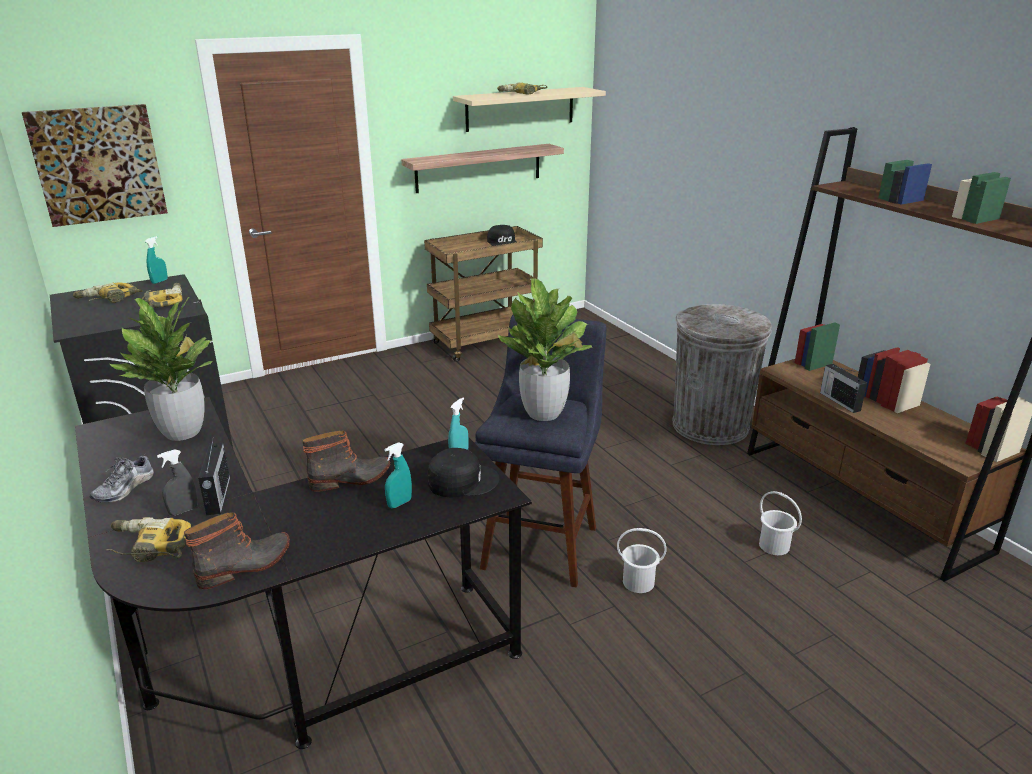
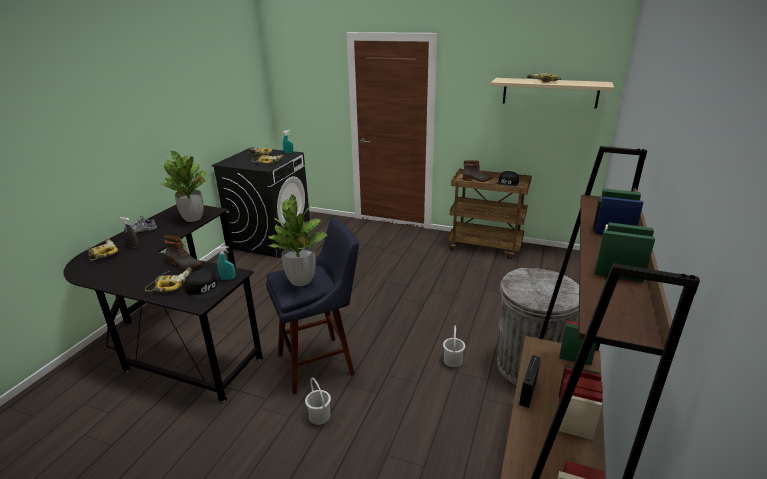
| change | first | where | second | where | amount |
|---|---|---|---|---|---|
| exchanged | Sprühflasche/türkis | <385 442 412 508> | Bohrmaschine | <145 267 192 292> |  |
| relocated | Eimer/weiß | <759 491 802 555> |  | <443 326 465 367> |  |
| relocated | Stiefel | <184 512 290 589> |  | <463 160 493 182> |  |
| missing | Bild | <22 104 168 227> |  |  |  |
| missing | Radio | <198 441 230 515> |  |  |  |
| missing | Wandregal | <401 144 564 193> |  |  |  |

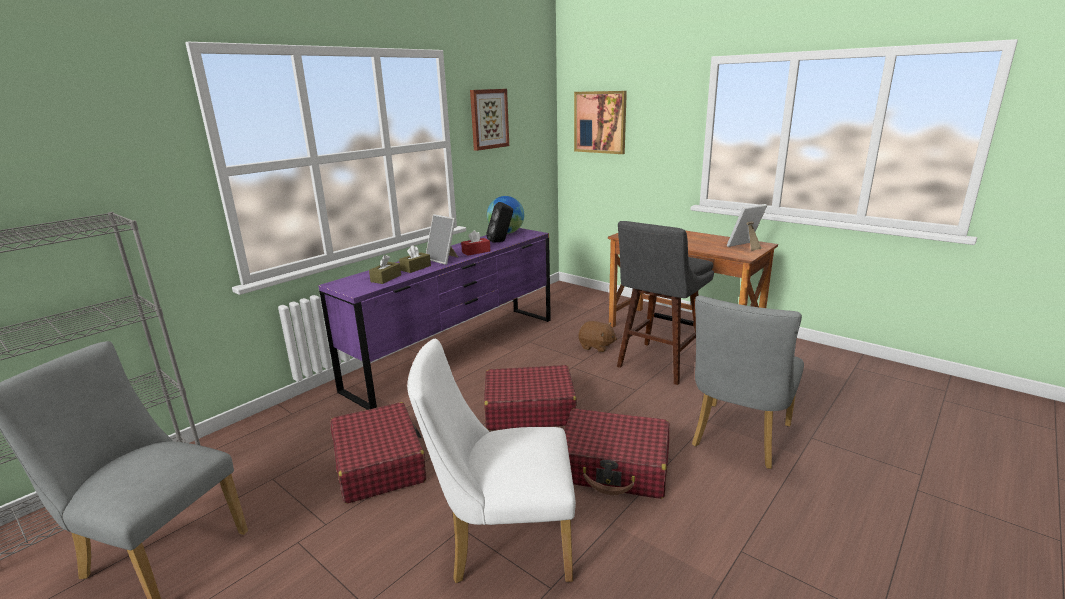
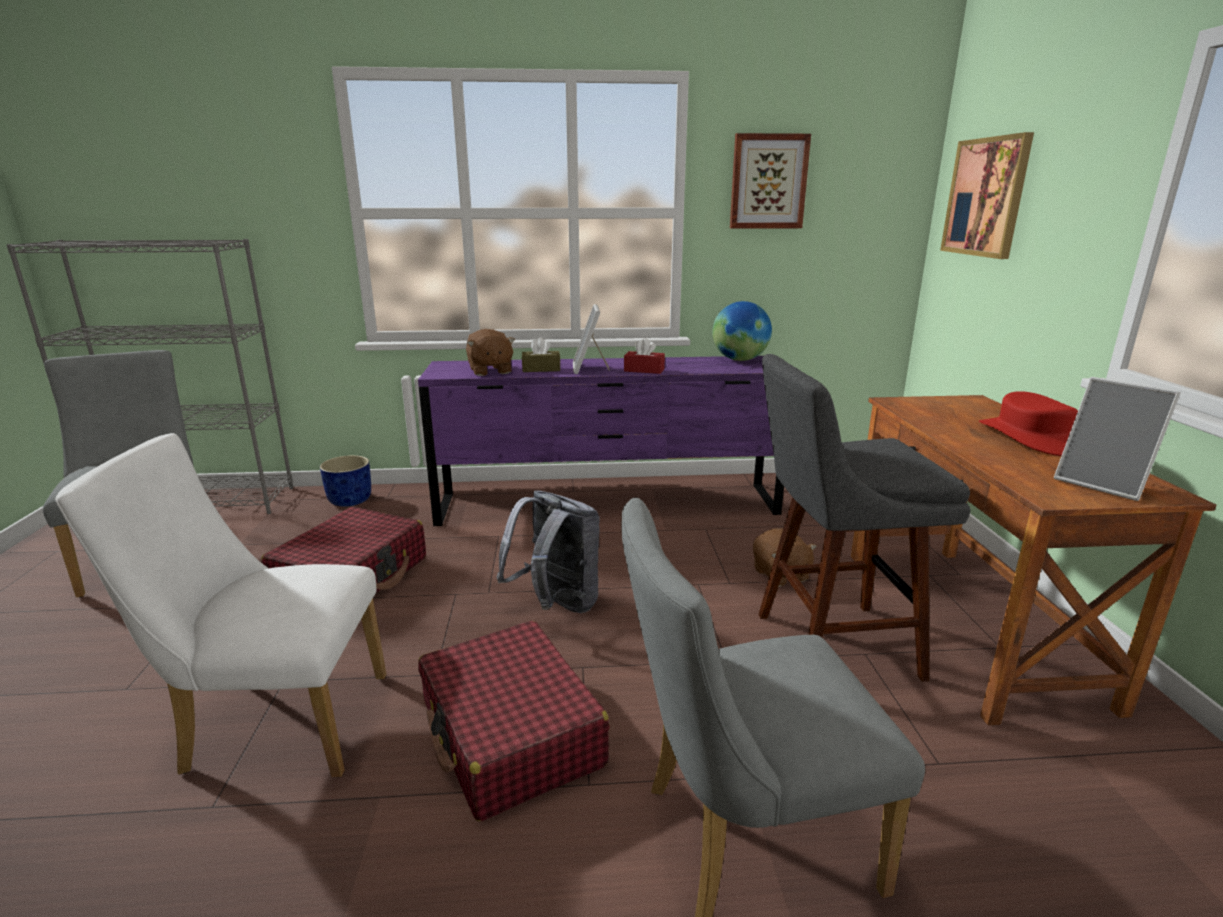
| change | first | where | second | where | amount |
|---|---|---|---|---|---|
| spun | Stuhl/weiß | <407 339 576 583> |  | <55 433 386 777> | 45 degrees counterclockwise |
| appeared |  |  | Pflanzkübel/blau | <320 455 371 507> |  |
| exchanged | Taschentuchbox/braun | <369 255 401 284> | Plüschtier/braun | <466 329 515 376> |  |
| exchanged | Koffer/rot | <484 365 577 430> | Rucksack/grau | <496 490 600 613> |  |
| appeared |  |  | Hut/rot | <979 391 1078 456> |  |
| spun | Bilderrahmen | <727 204 767 251> |  | <1054 377 1181 501> | 150 degrees counterclockwise |
| missing | Lautsprecher/schwarz | <486 202 513 243> |  |  |  |

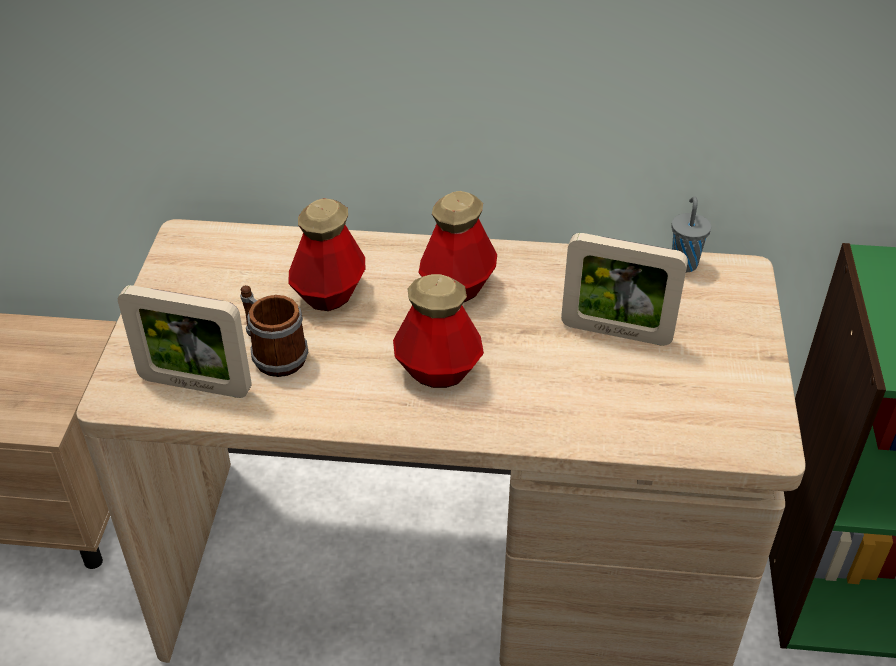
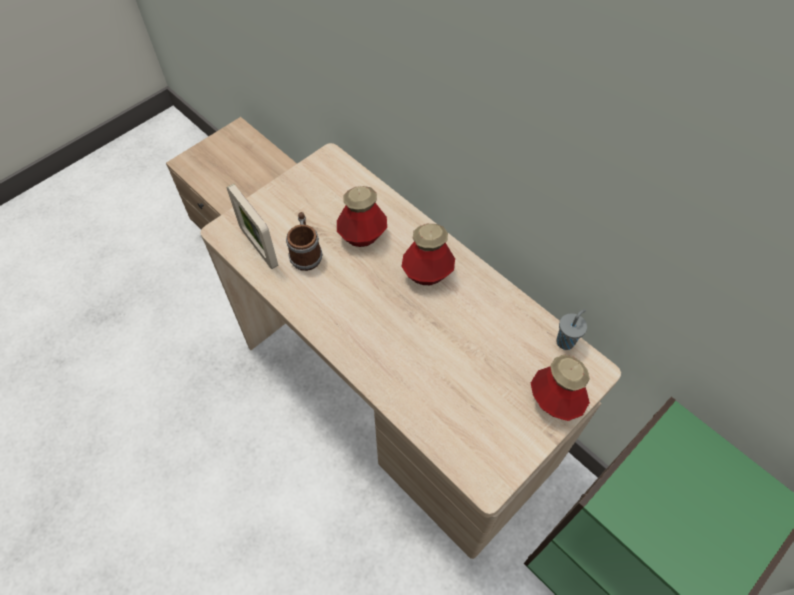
| change | first | where | second | where | amount |
|---|---|---|---|---|---|
| relocated | Flasche | <393 274 484 388> |  | <531 354 590 421> |  |
| missing | Bilderrahmen | <561 233 688 346> |  |  |  |

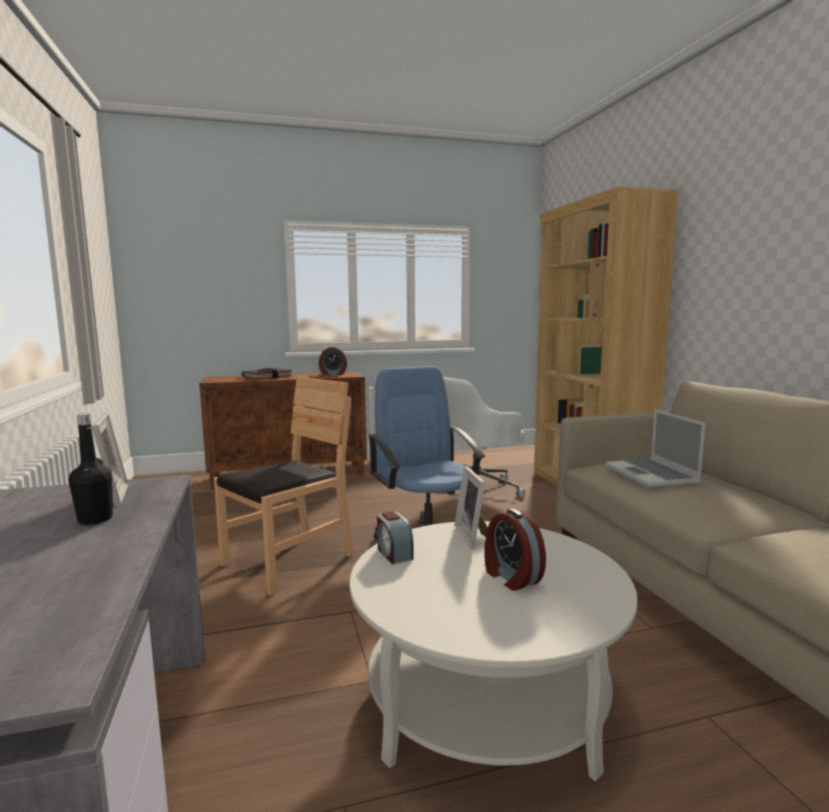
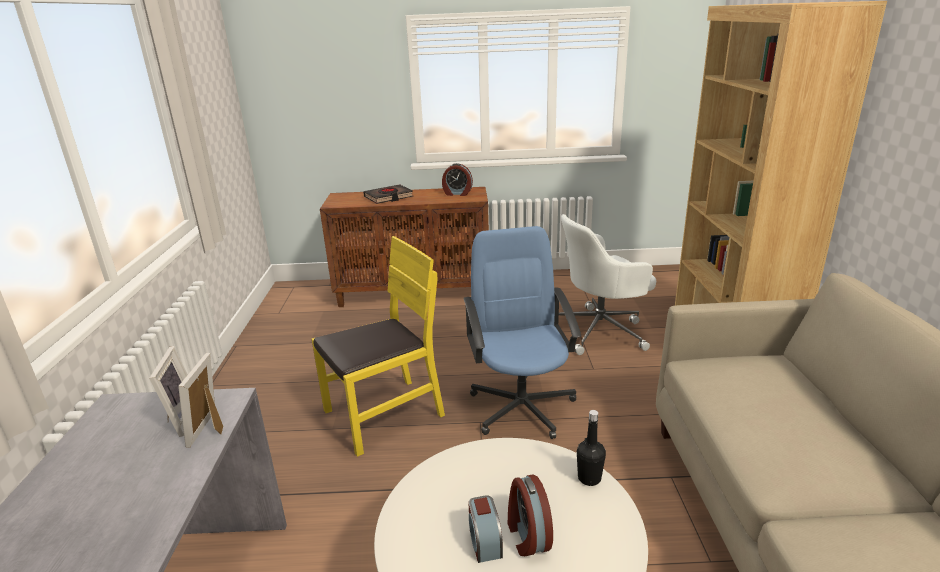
| change | first | where | second | where | amount |
|---|---|---|---|---|---|
| relocated | Bilderrahmen | <454 466 488 548> |  | <178 353 223 448> |  |
| colour | Stuhl/braun | <214 376 354 596> | Stuhl/gelb | <312 236 445 457> |  |
| relocated | Wecker | <377 511 414 564> |  | <468 495 503 563> |  |
| relocated | Flasche/schwarz | <69 413 113 525> |  | <577 410 606 486> |  |
| missing | Laptop | <606 409 705 488> |  |  |  |

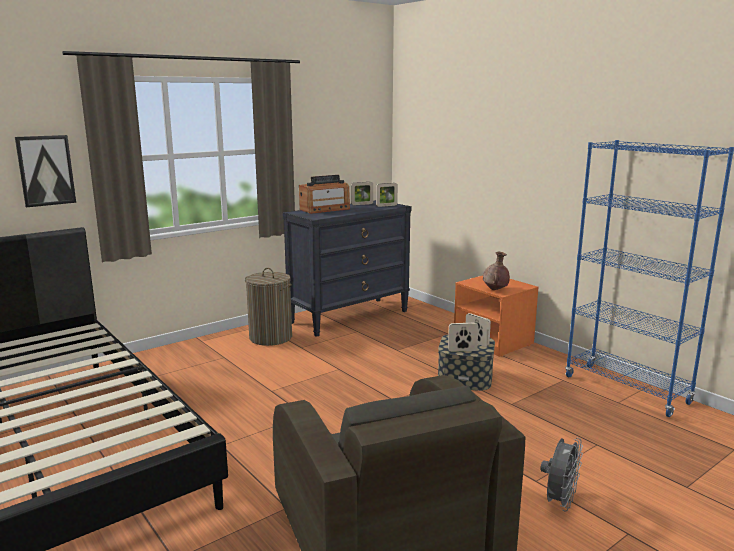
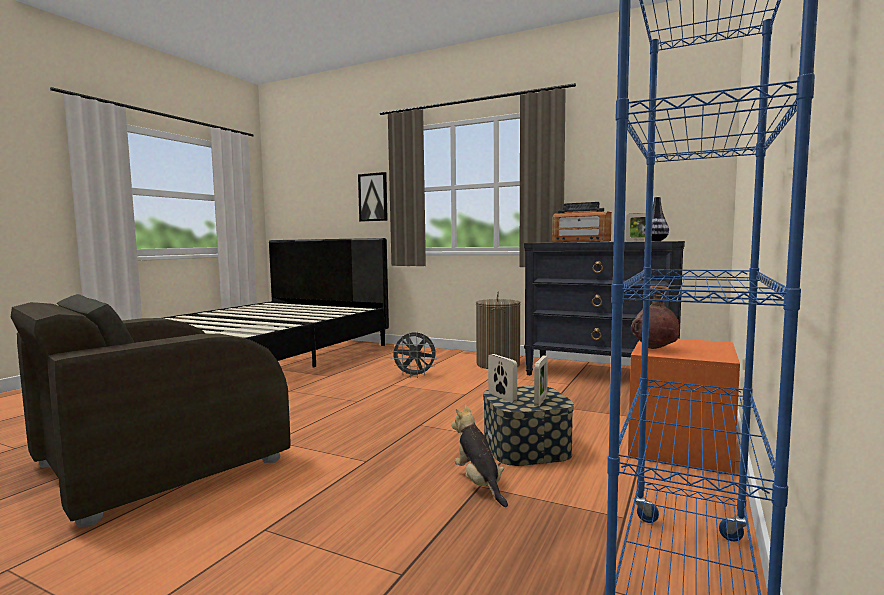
| change | first | where | second | where | amount |
|---|---|---|---|---|---|
| relocated | Ventilator/grau | <540 437 583 511> |  | <391 331 437 378> |  |
| appeared |  |  | Plüschtier | <451 405 508 507> |  |
| exchanged | Bilderrahmen | <376 183 398 207> | Vase | <644 197 669 241> |  |

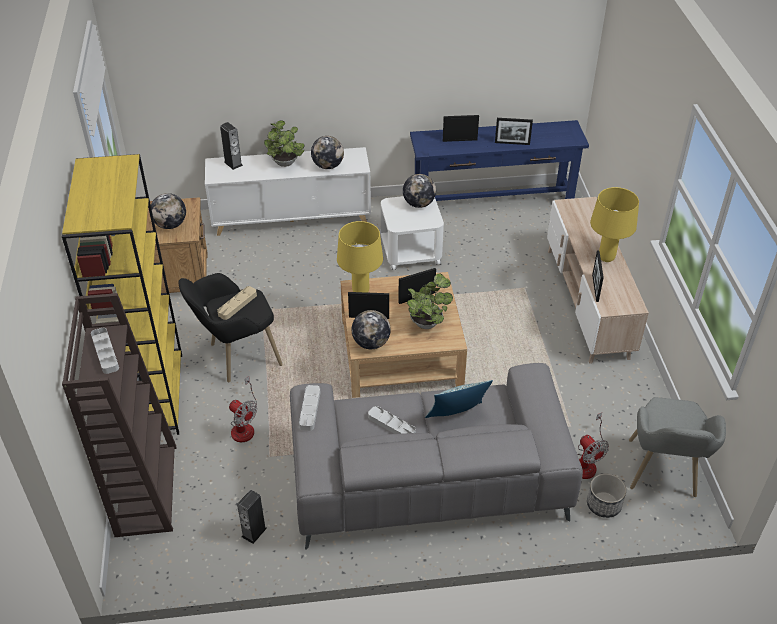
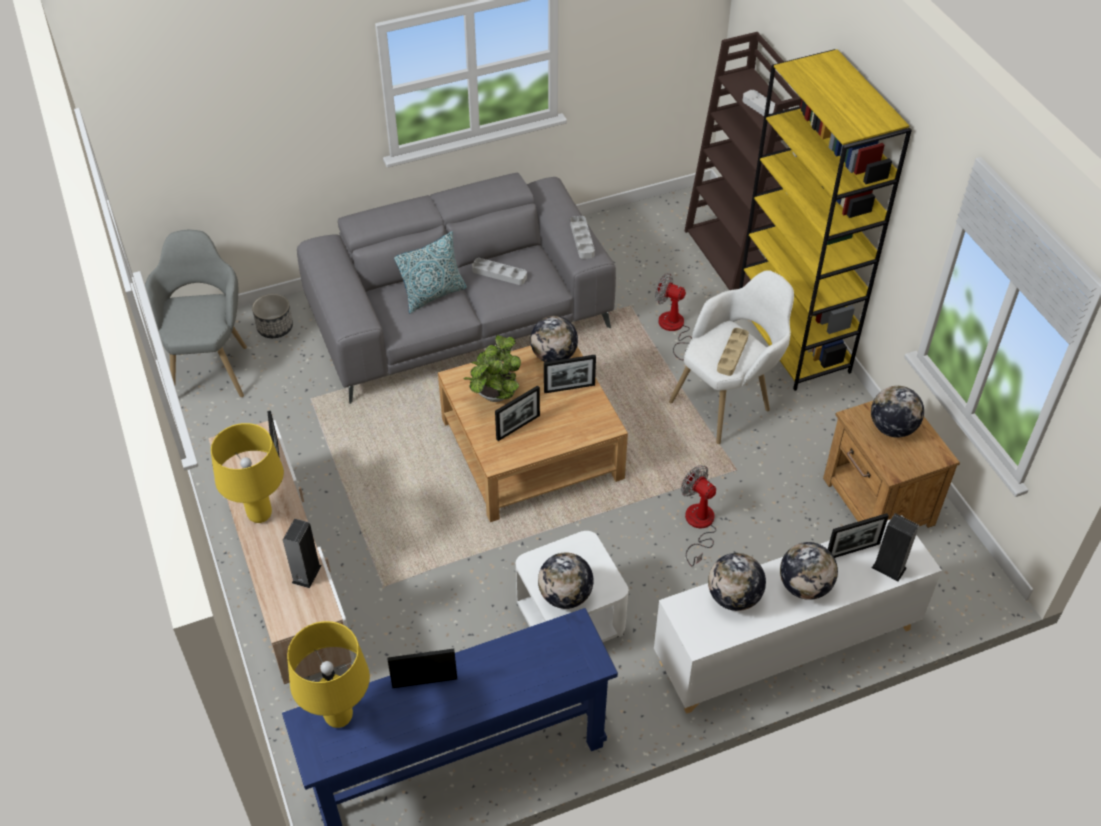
| change | first | where | second | where | amount |
|---|---|---|---|---|---|
| relocated | Lautsprecher | <237 490 267 544> |  | <283 519 322 588> |  |
| relocated | Tischlampe/gelb | <337 221 383 293> |  | <287 621 370 728> |  |
| colour | Sessel/schwarz | <178 273 283 382> | Sessel/weiß | <669 270 794 444> |  |
| relocated | Ventilator | <577 412 609 479> |  | <681 465 717 566> |  |
| exchanged | Topfpflanze | <264 121 305 167> | Globus | <780 542 838 600> |  |
| relocated | Bilderrahmen | <443 115 479 142> |  | <828 513 889 558> |  |

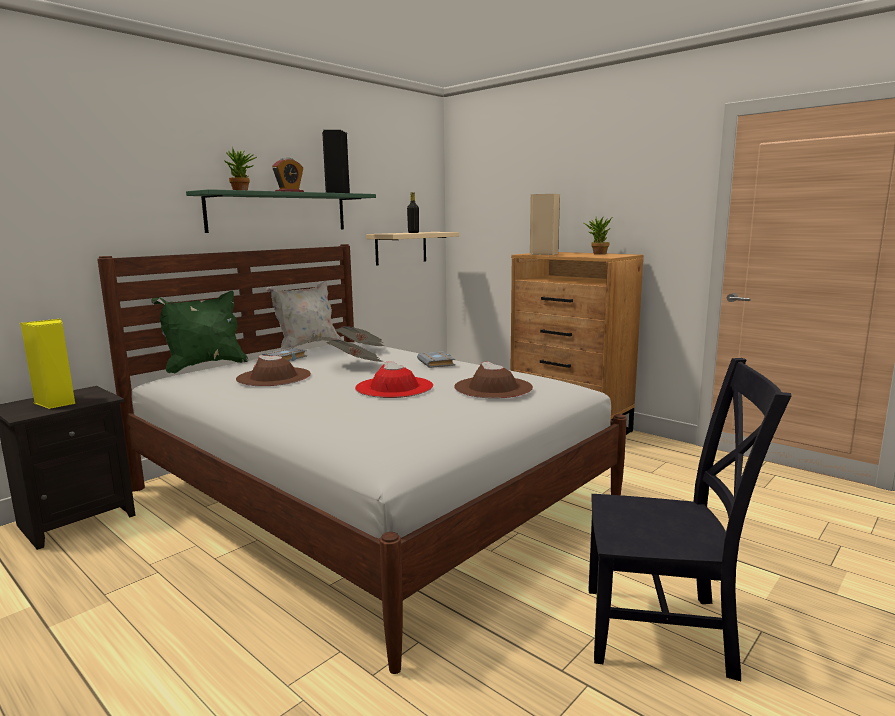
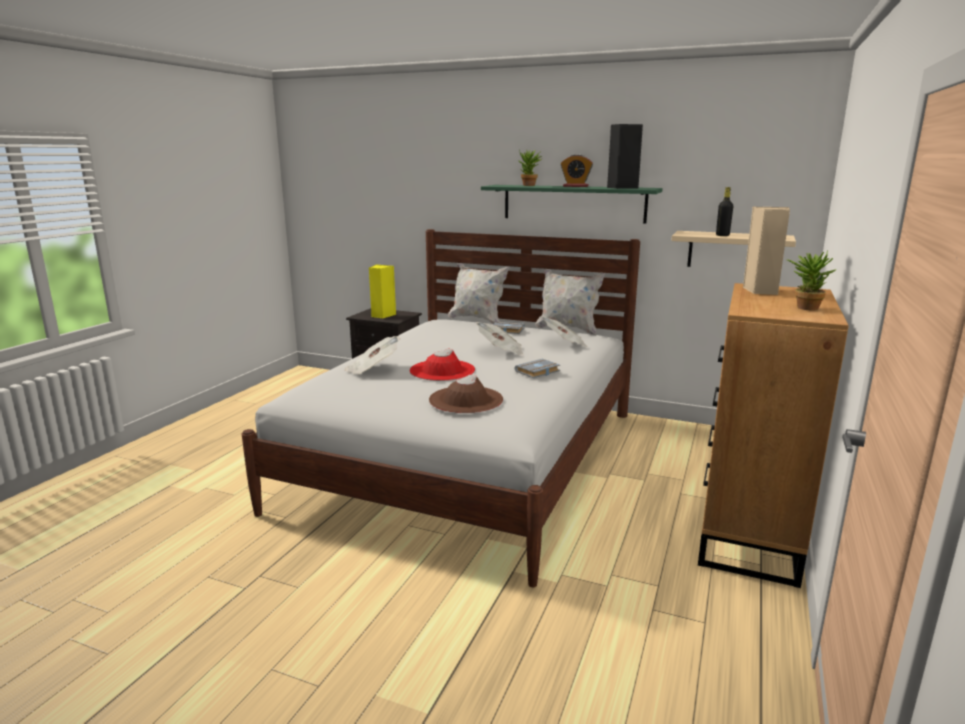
| change | first | where | second | where | amount |
|---|---|---|---|---|---|
| appeared |  |  | Zeitung | <345 336 400 375> |  |
| colour | Kissen/grün | <152 291 248 373> | Kissen/weiß | <448 263 509 324> |  |
| missing | Hut/braun | <236 355 311 386> |  |  |  |
| missing | Stuhl/schwarz | <589 358 792 681> |  |  |  |

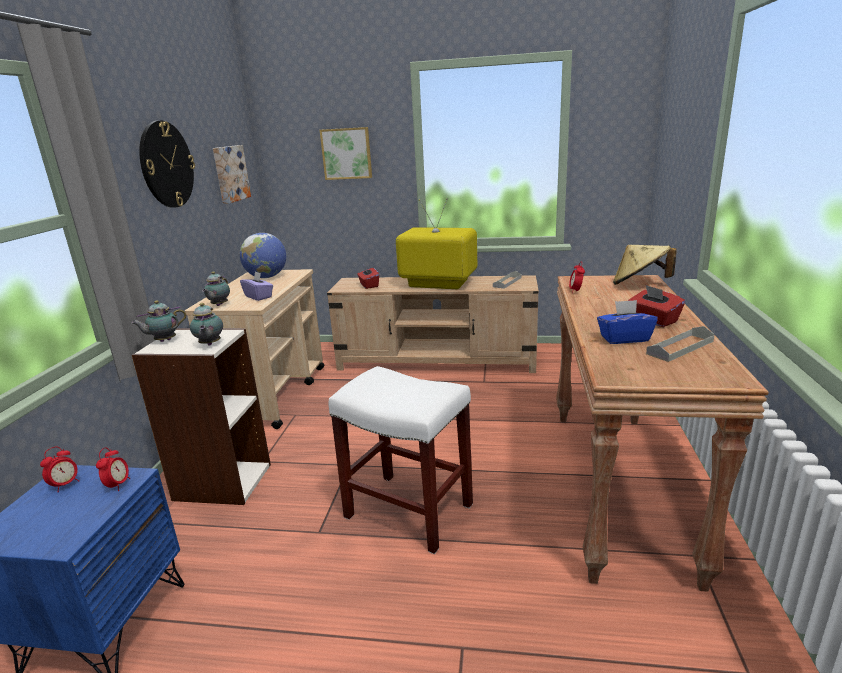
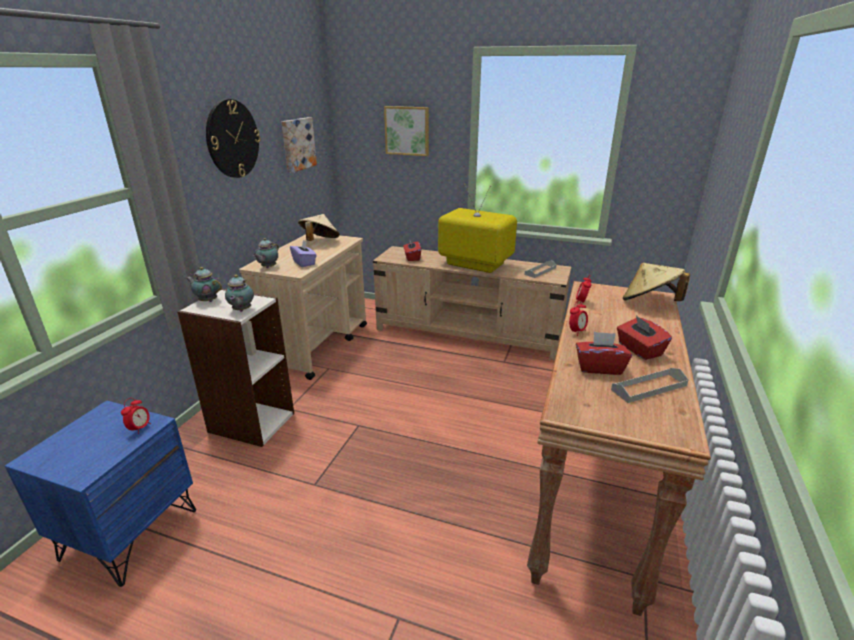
| change | first | where | second | where | amount |
|---|---|---|---|---|---|
| spun | Teekanne | <131 300 186 342> |  | <186 267 222 302> | 45 degrees clockwise |
| exchanged | Globus | <239 233 286 278> | Hut/beige | <298 214 340 241> |  |
| relocated | Wecker | <40 447 79 492> |  | <569 300 588 336> |  |
| colour | Taschentuchbox/blau | <597 300 658 344> | Taschentuchbox/rot | <576 332 632 375> |  |
| missing | Hocker/weiß | <329 366 473 554> |  |  |  |

